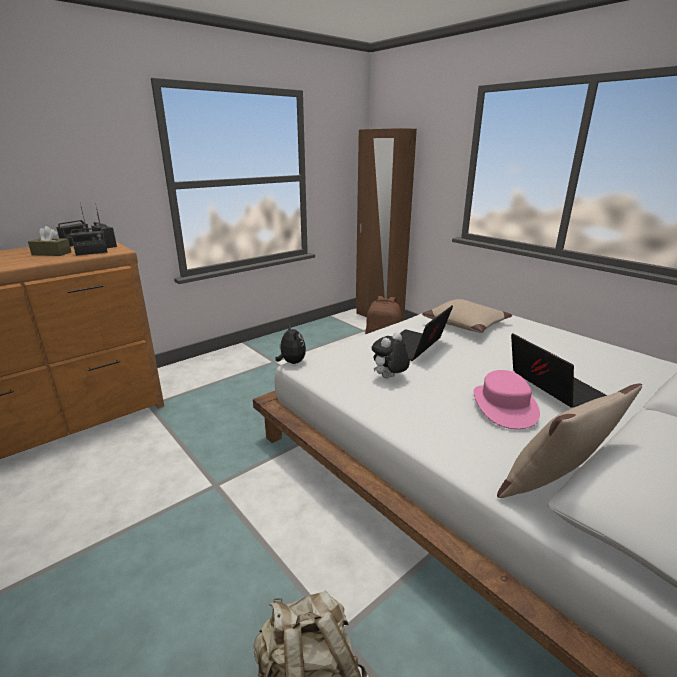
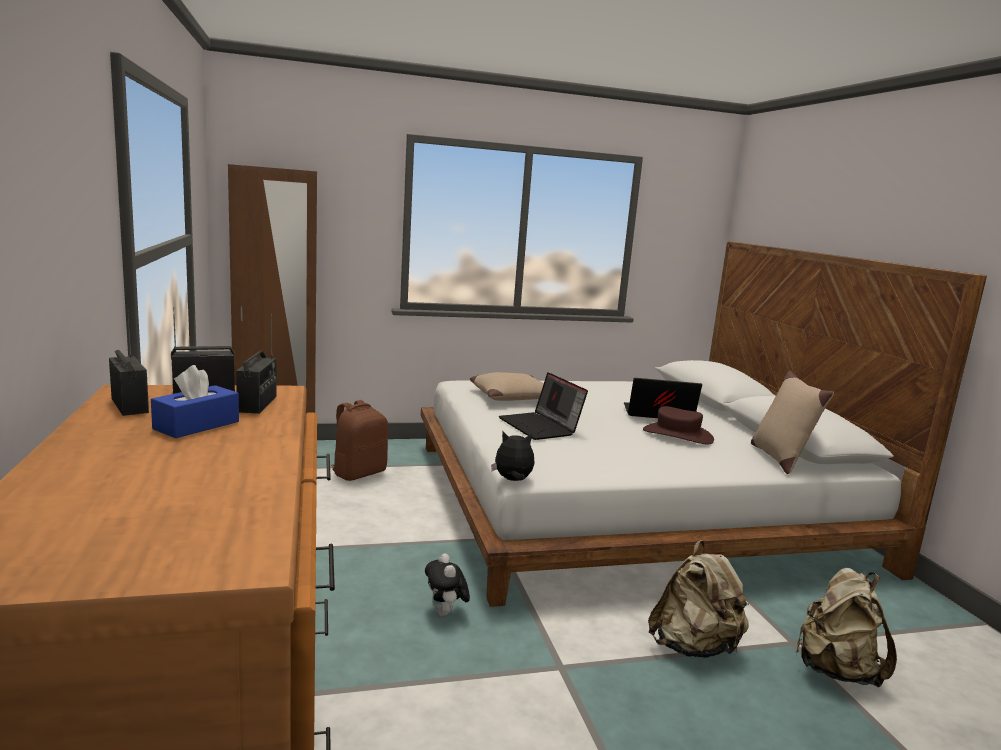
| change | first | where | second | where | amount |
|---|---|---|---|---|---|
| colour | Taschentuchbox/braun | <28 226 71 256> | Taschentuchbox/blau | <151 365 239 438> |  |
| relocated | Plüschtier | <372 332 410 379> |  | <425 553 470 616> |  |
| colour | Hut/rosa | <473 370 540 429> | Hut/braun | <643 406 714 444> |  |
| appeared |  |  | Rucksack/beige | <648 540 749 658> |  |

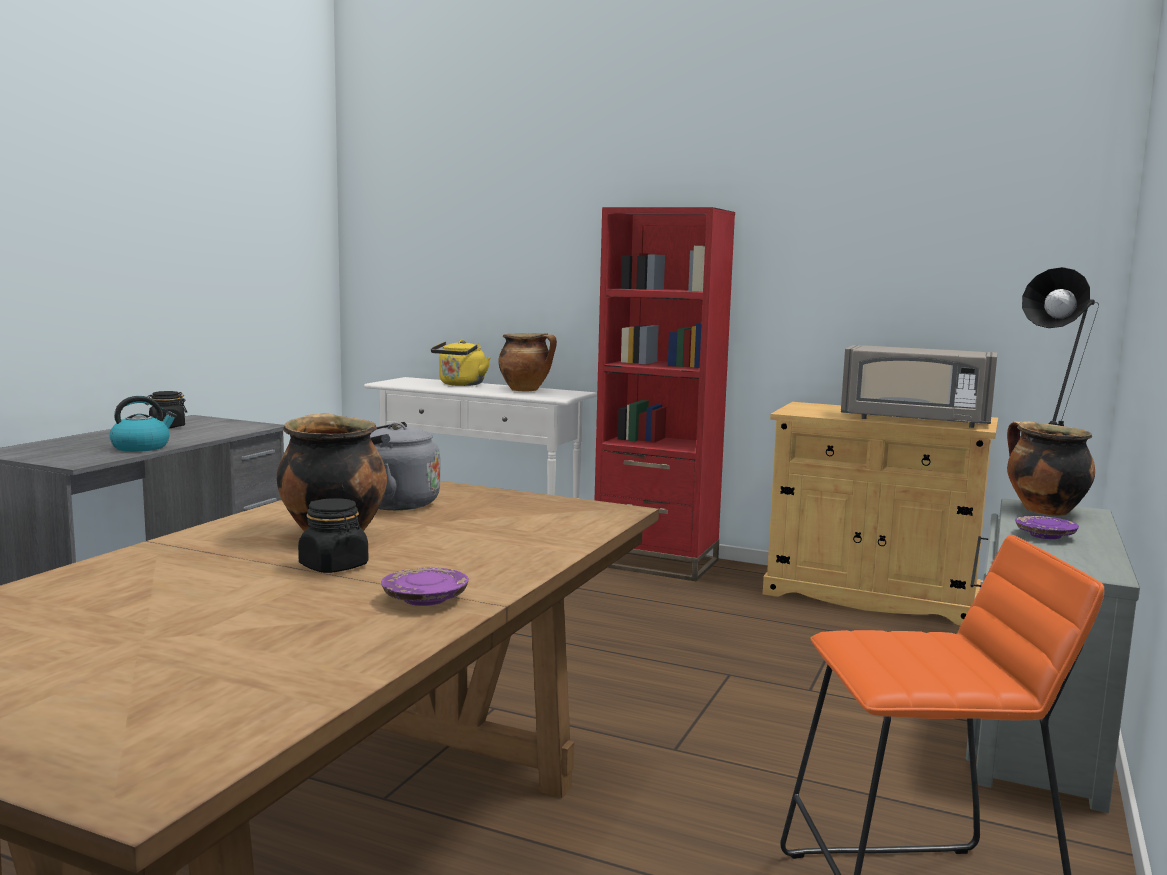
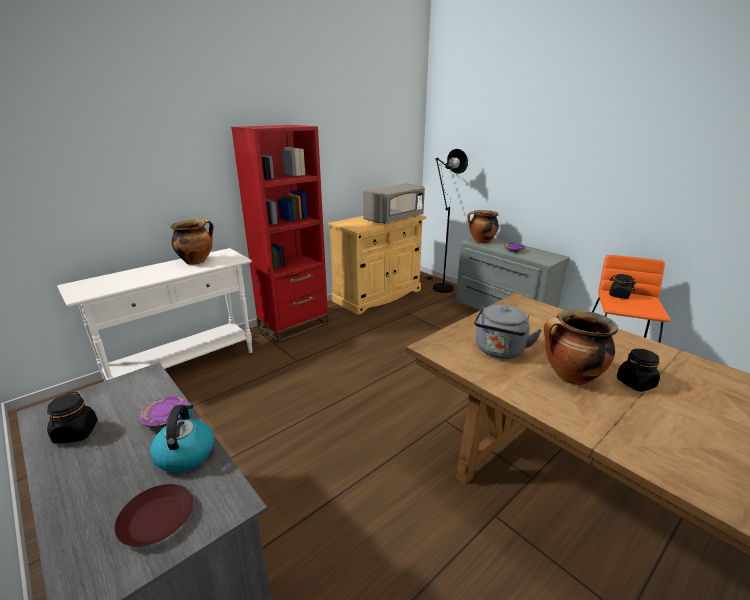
| change | first | where | second | where | amount |
|---|---|---|---|---|---|
| appeared |  |  | Teller/braun | <114 484 193 547> |  |
| relocated | Teller/lila | <381 568 469 606> |  | <139 396 189 428> |  |
| appeared |  |  | Vorratsglas/schwarz | <609 274 636 299> |  |
| missing | Wasserkessel/gelb | <431 340 490 386> |  |  |  |

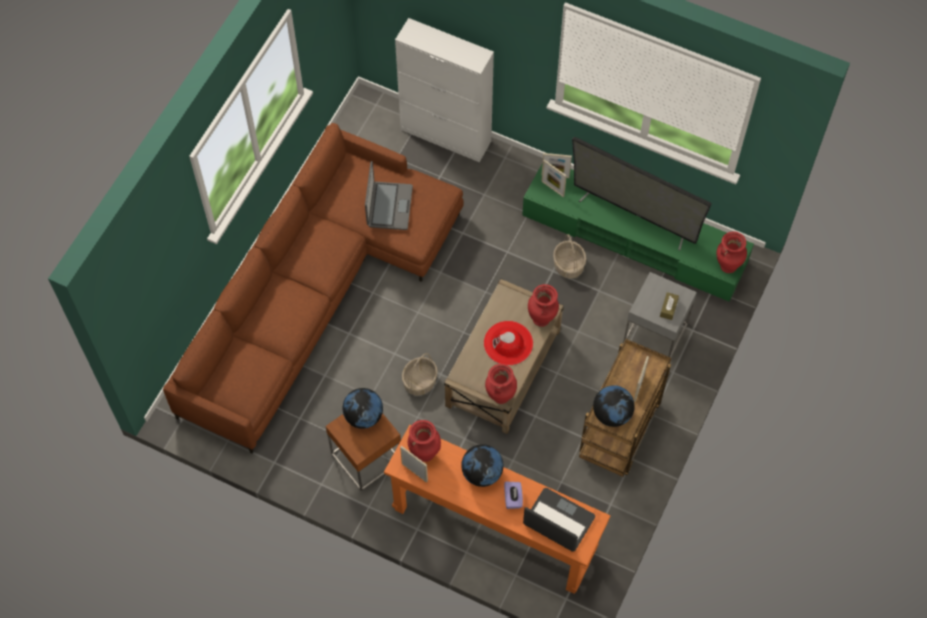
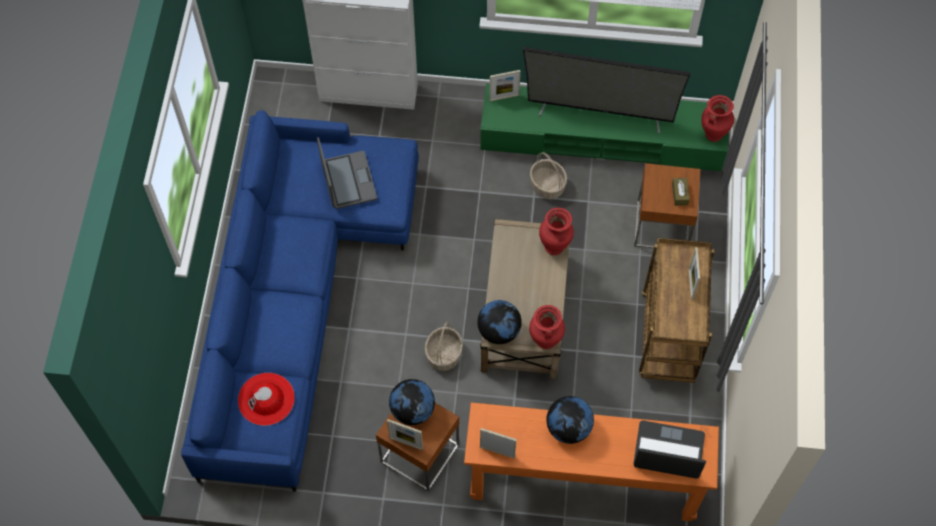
| change | first | where | second | where | amount |
|---|---|---|---|---|---|
| colour | Sofa/braun | <163 123 464 454> | Sofa/blau | <181 110 419 492> |  |
| relocated | Hut/rot | <484 321 533 365> |  | <238 373 295 426> |  |
| relocated | Bilderrahmen | <541 160 567 197> |  | <387 419 423 450> |  |
| relocated | Globus | <593 385 635 427> |  | <477 300 522 344> |  |
| colour | Beistelltisch/grau | <623 272 697 358> | Beistelltisch/braun | <634 163 701 248> |  |
| missing | Vase/rot | <408 420 441 462> |  |  |  |
| missing | Taschentuchbox/lila | <504 481 523 509> |  |  |  |

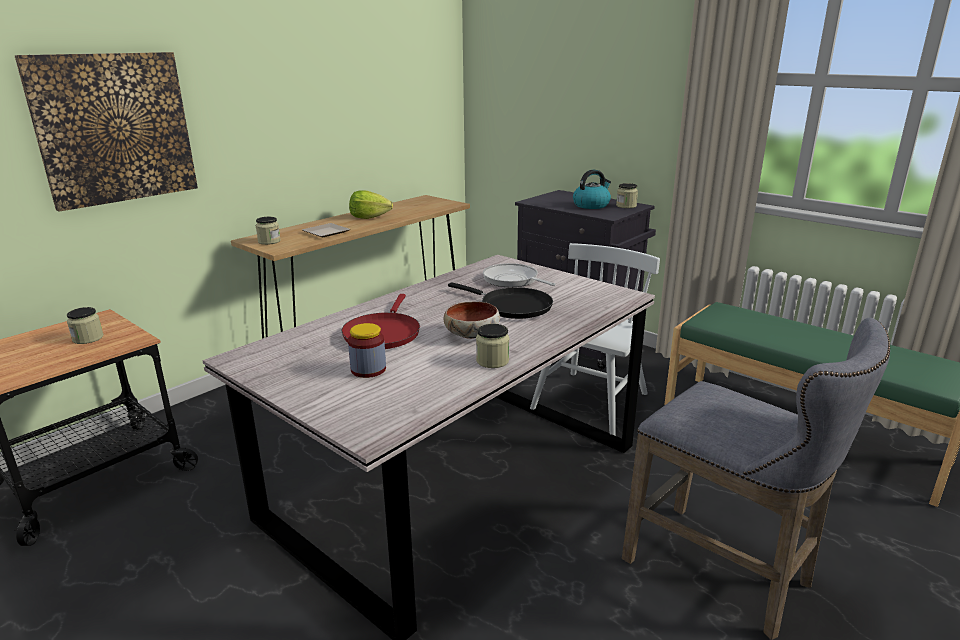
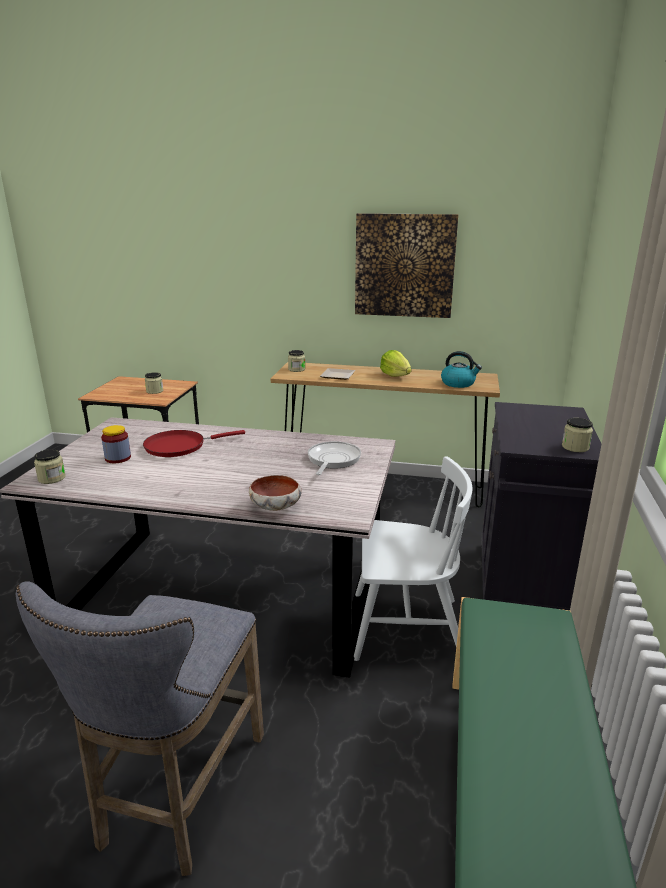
| change | first | where | second | where | amount |
|---|---|---|---|---|---|
| relocated | Vorratsglas | <476 324 510 368> |  | <34 449 66 484> |  |
| relocated | Schüssel | <444 302 500 339> |  | <249 475 302 511> |  |
| relocated | Bild | <14 52 198 212> |  | <355 213 458 318> |  |
| relocated | Wasserkessel | <573 170 611 209> |  | <441 351 482 388> |  |
| missing | Pfanne/schwarz | <448 282 553 319> |  |  |  |

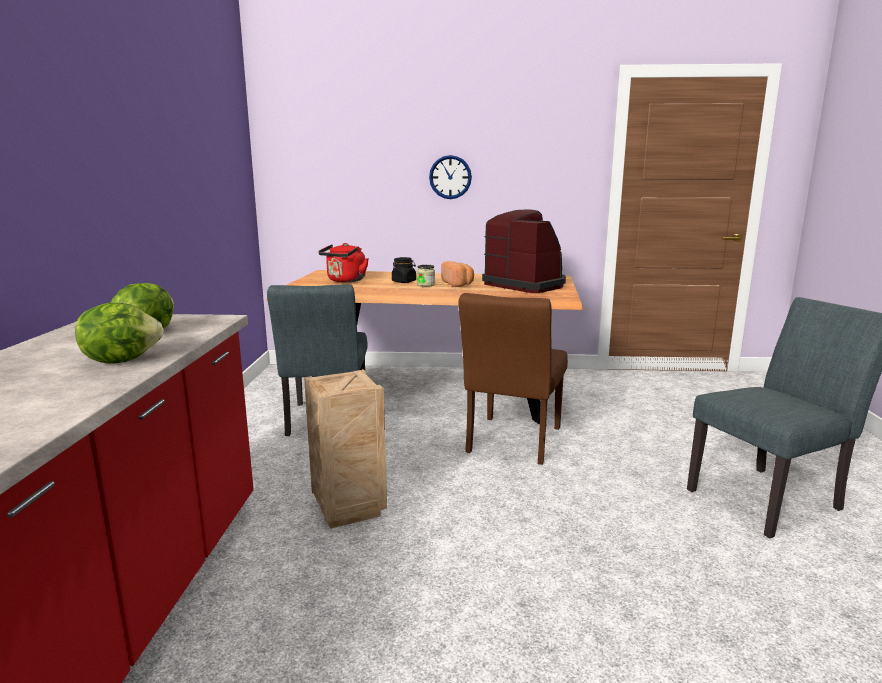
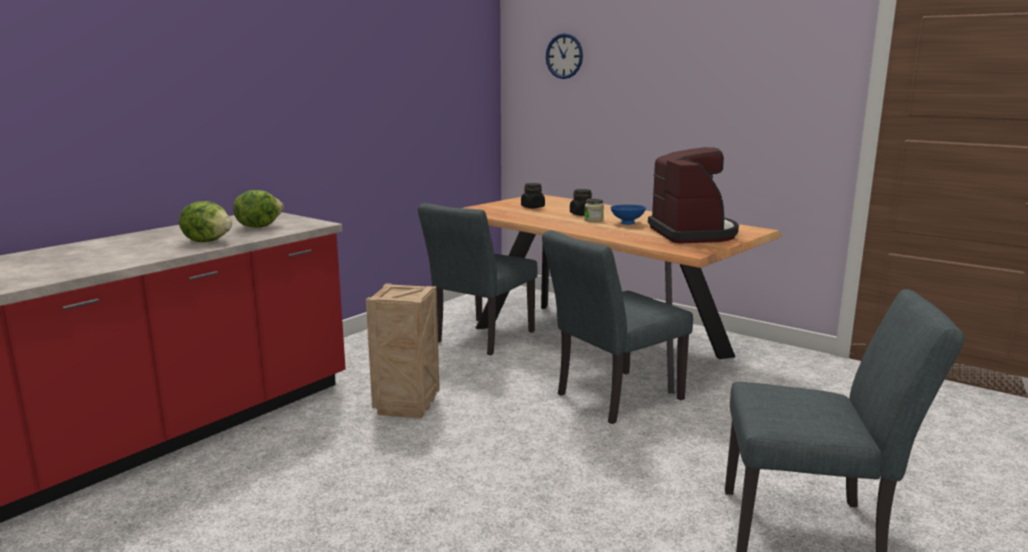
| change | first | where | second | where | amount |
|---|---|---|---|---|---|
| exchanged | Wasserkessel/rot | <318 243 369 282> | Vorratsglas/schwarz | <521 183 545 208> |  |
| colour | Stuhl/braun | <458 293 568 465> | Stuhl/grau | <542 230 693 424> |  |
| relocated | Wanduhr | <429 155 472 199> |  | <546 33 583 79> |  |
| exchanged | Brot | <441 261 474 287> | Schüssel/blau | <610 205 646 225> |  |

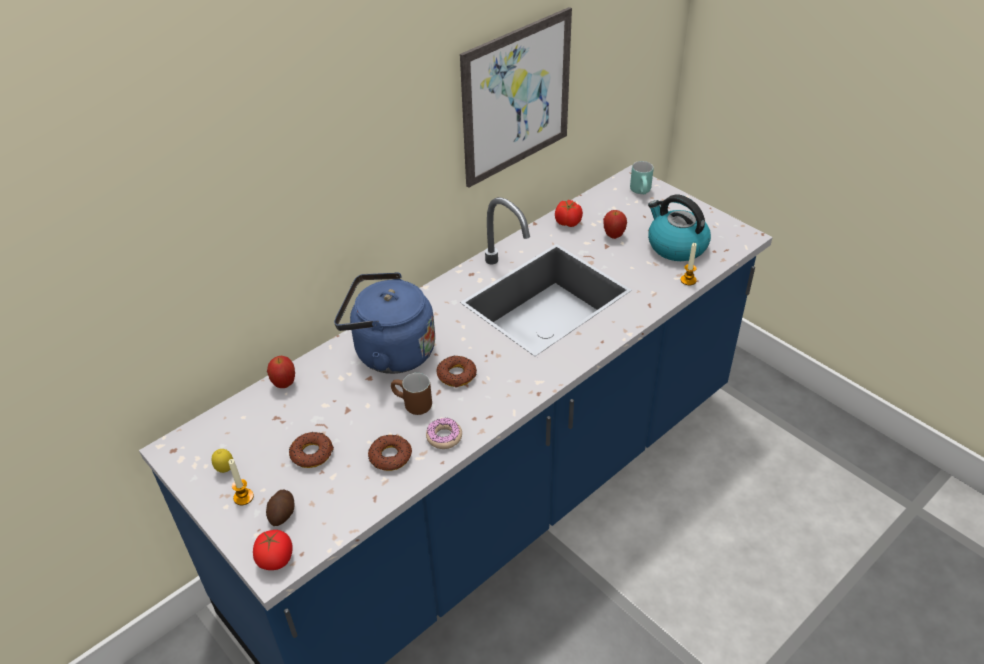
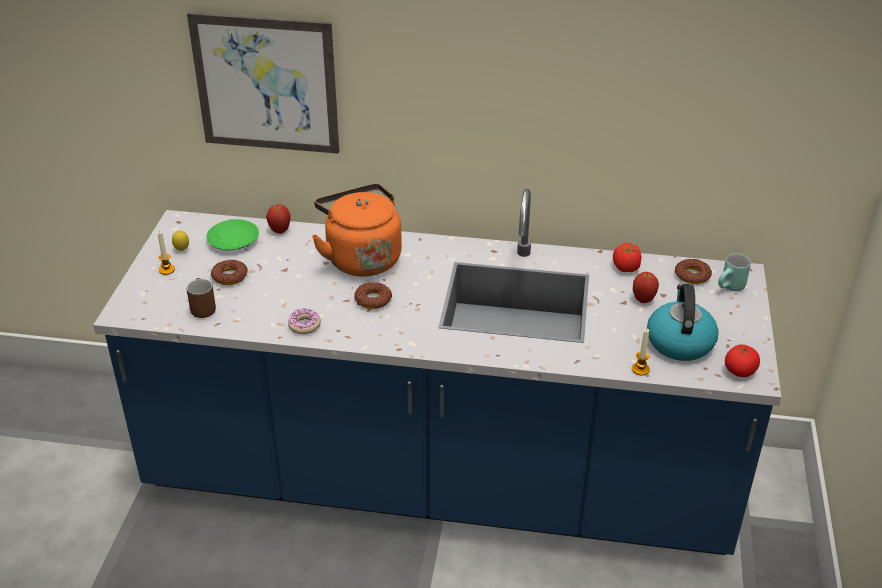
| change | first | where | second | where | amount |
|---|---|---|---|---|---|
| relocated | Bild | <460 7 572 188> |  | <187 12 339 154> |  |
| relocated | Henkelbecher/braun | <391 373 432 415> |  | <187 278 216 318> |  |
| appeared |  |  | Teller/grün | <206 219 259 251> |  |
| colour | Wasserkessel/blau | <334 272 435 374> | Wasserkessel/orange | <312 184 402 277> |  |
| relocated | Donut | <368 435 412 471> |  | <675 259 712 284> |  |
| relocated | Tomate | <253 530 293 570> |  | <725 344 760 377> |  |
| missing | Kartoffel | <266 490 294 526> |  |  |  |

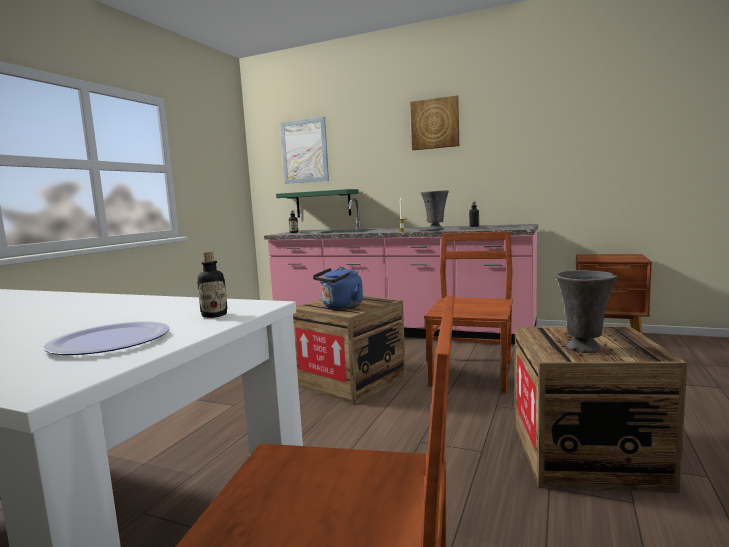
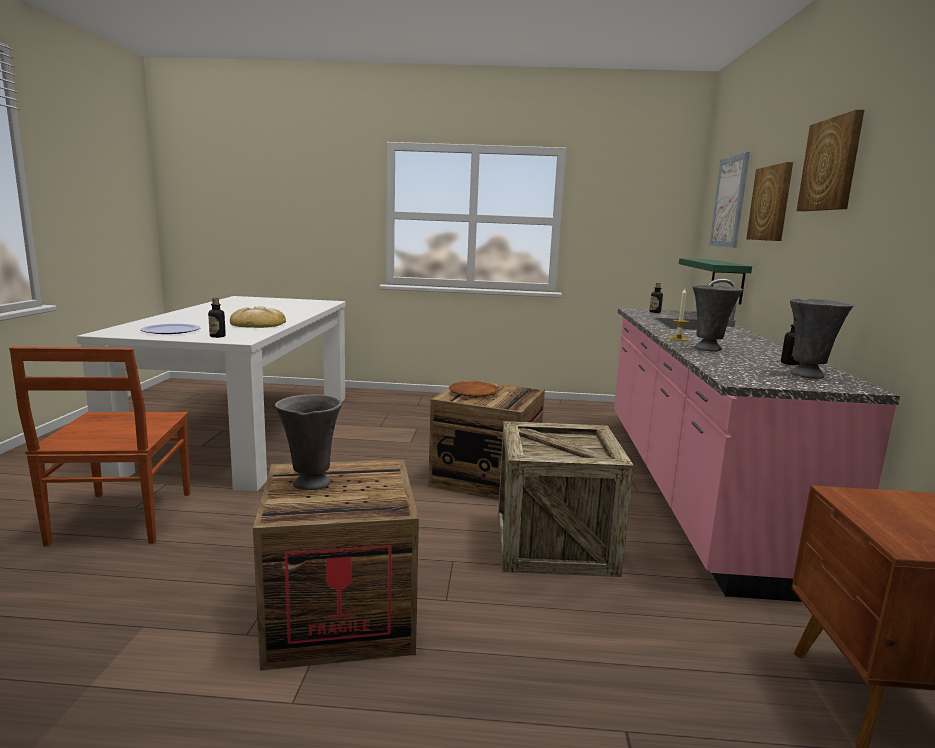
| change | first | where | second | where | amount |
|---|---|---|---|---|---|
| appeared |  |  | Brot | <230 306 286 328> |  |
| exchanged | Wasserkessel/blau | <313 267 363 309> | Teller/braun | <448 381 499 397> |  |
| exchanged | Stuhl/braun | <424 231 513 393> | Kiste | <498 421 634 577> |  |
| appeared |  |  | Bild | <746 162 793 241> |  |
| appeared |  |  | Vase/grau | <790 298 853 379> |  |

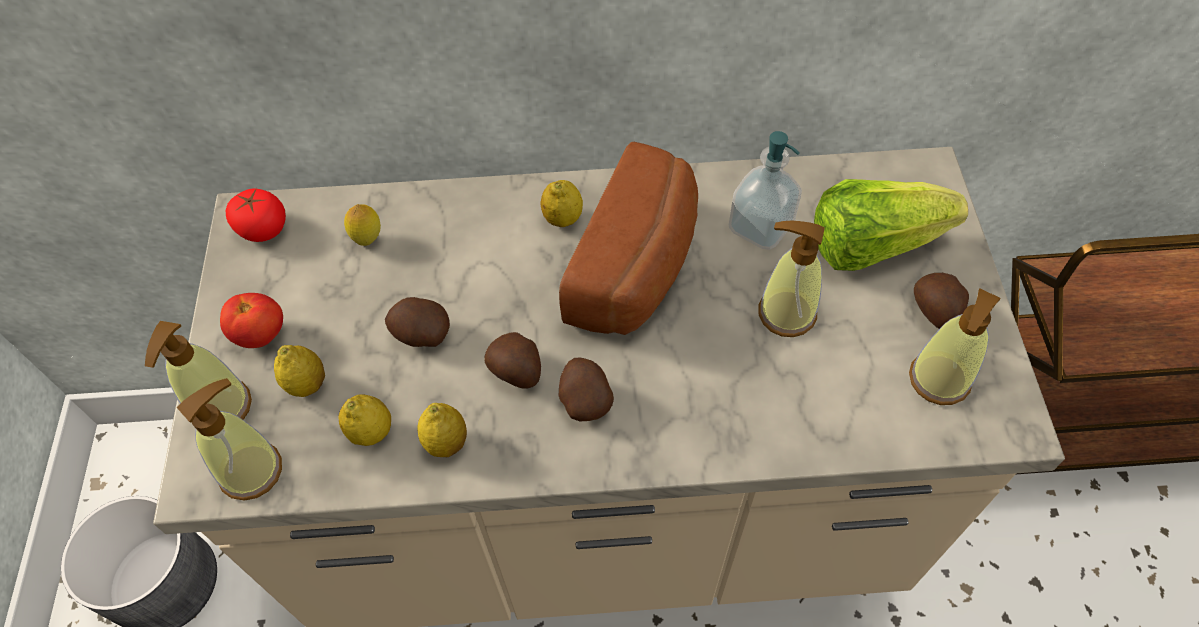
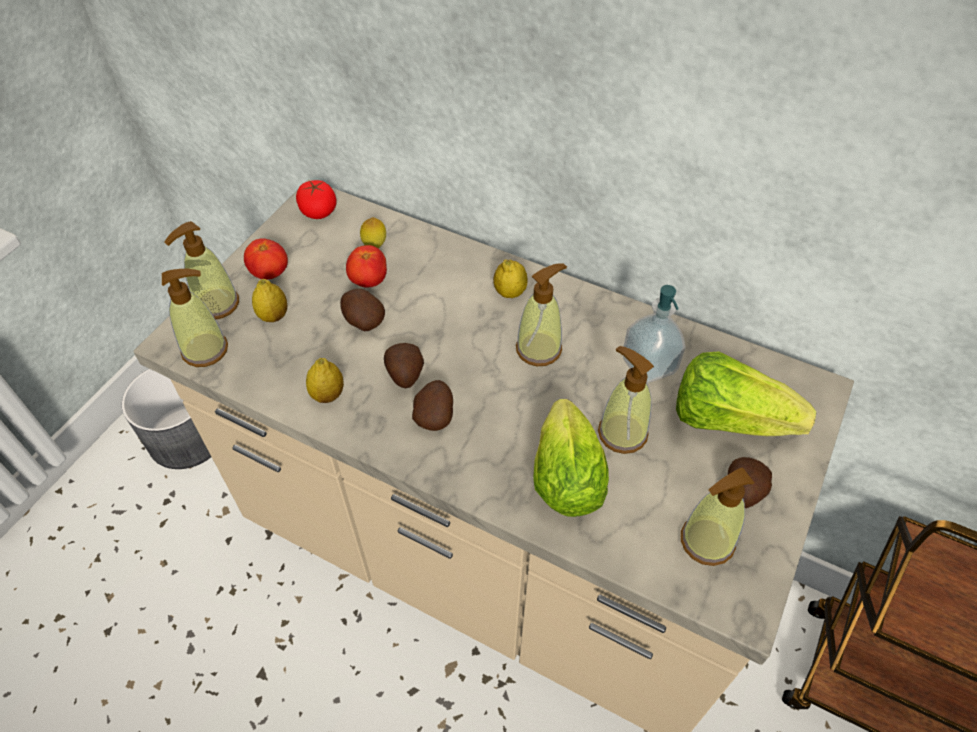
| change | first | where | second | where | amount |
|---|---|---|---|---|---|
| appeared |  |  | Tomate | <346 245 387 288> |  |
| exchanged | Brot | <559 142 698 335> | Seifenspender | <516 263 567 366> |  |
| appeared |  |  | Salatkopf | <533 399 609 517> |  |
| missing | Zitrone | <339 394 391 446> |  |  |  |

